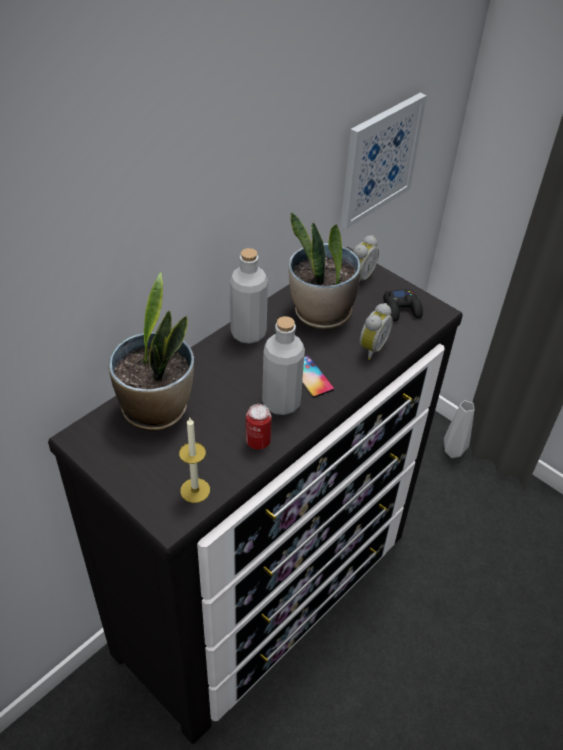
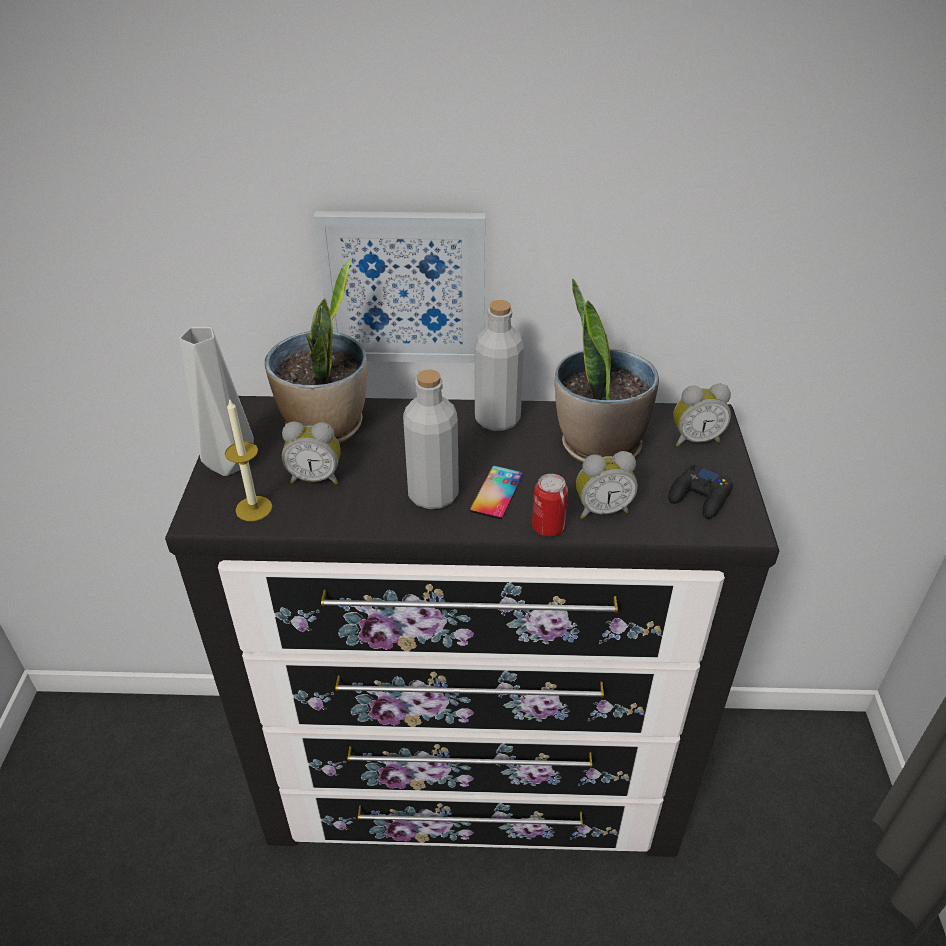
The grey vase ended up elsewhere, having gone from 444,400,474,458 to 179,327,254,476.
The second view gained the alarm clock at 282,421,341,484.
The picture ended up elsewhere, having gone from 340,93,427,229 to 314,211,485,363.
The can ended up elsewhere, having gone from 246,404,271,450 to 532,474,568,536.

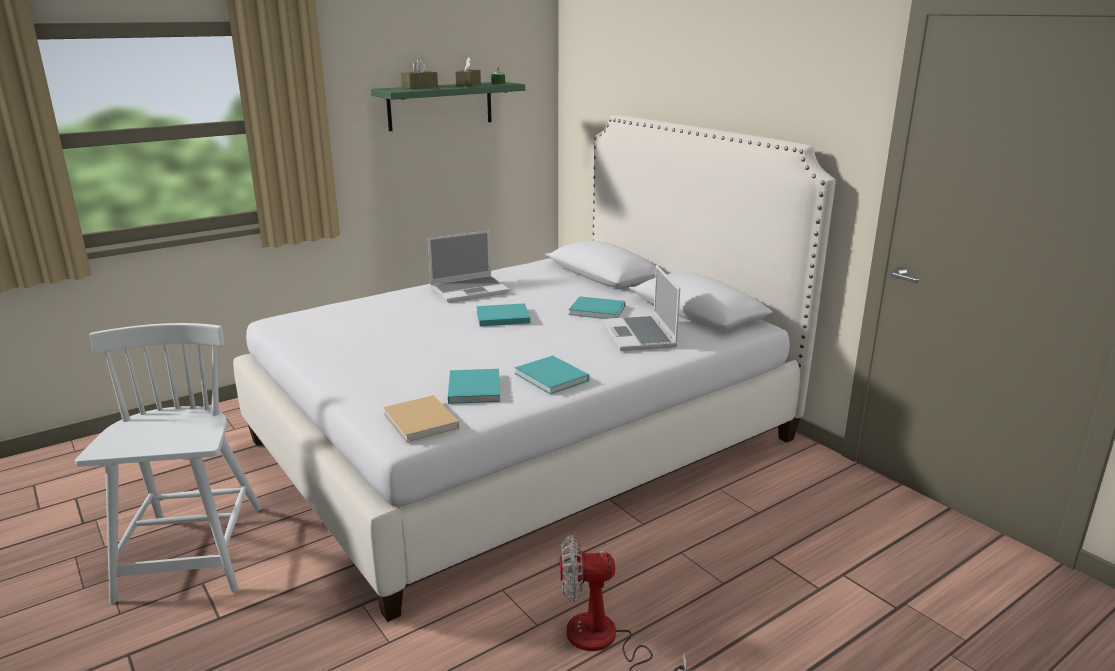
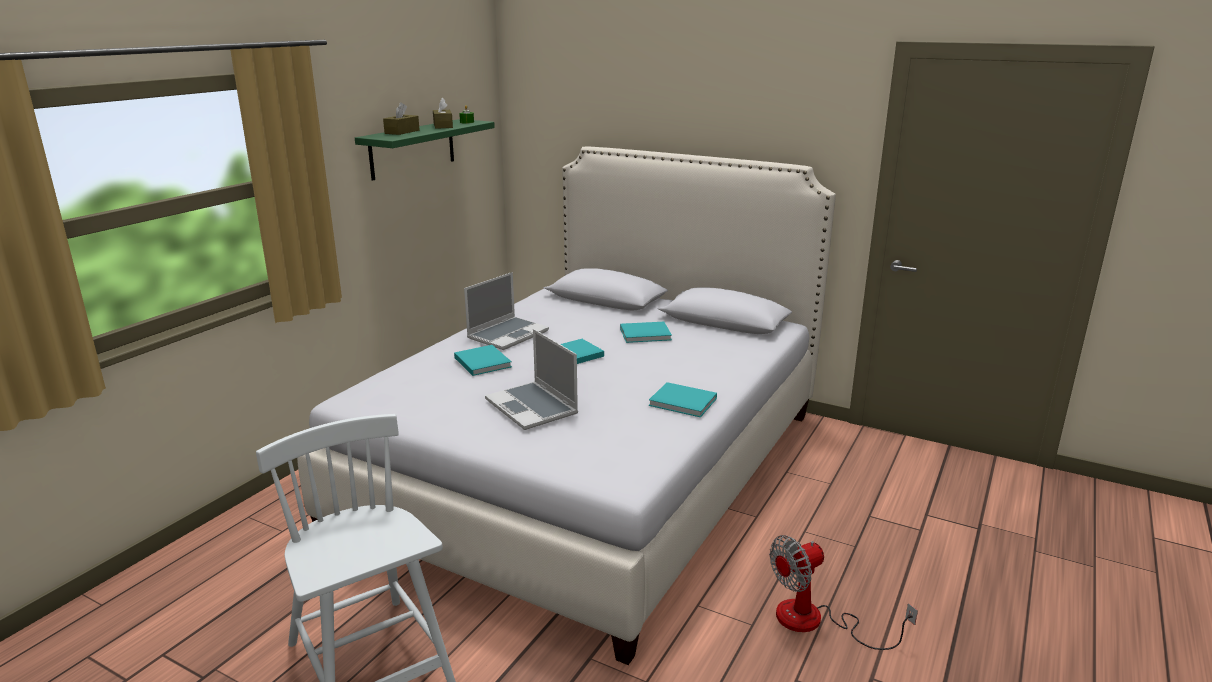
The turquoise book ended up elsewhere, having gone from 448,369,500,404 to 454,345,512,376.
The laptop ended up elsewhere, having gone from 602,265,680,351 to 485,329,578,430.
The second view lost the beige book at 383,395,459,443.

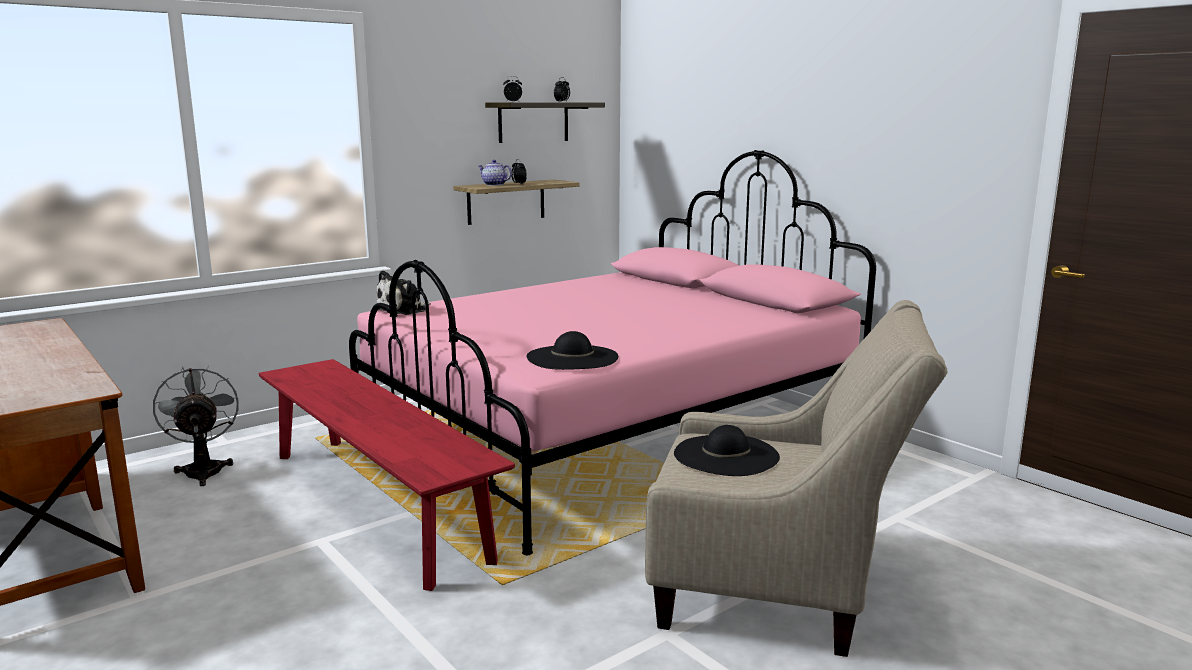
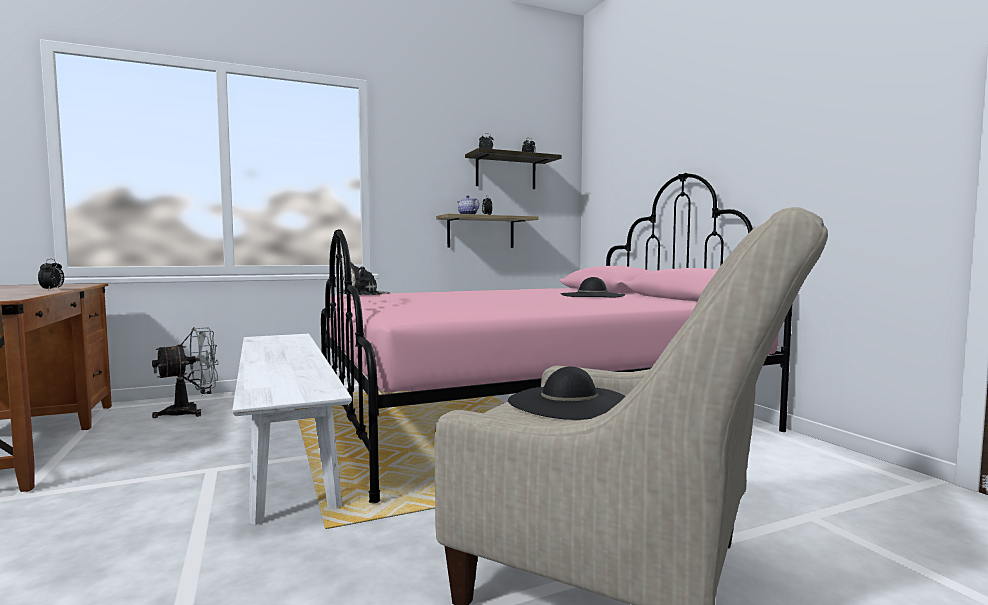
The second view gained the alarm clock at 38,259,64,290.
The grey fan at 153,366,239,486 ended up facing another way, 60 degrees clockwise from before.
What was the red bench at 259,359,515,591 turned into the white bench at 232,334,352,525.
The black hat ended up elsewhere, having gone from 527,331,618,370 to 561,277,625,297.

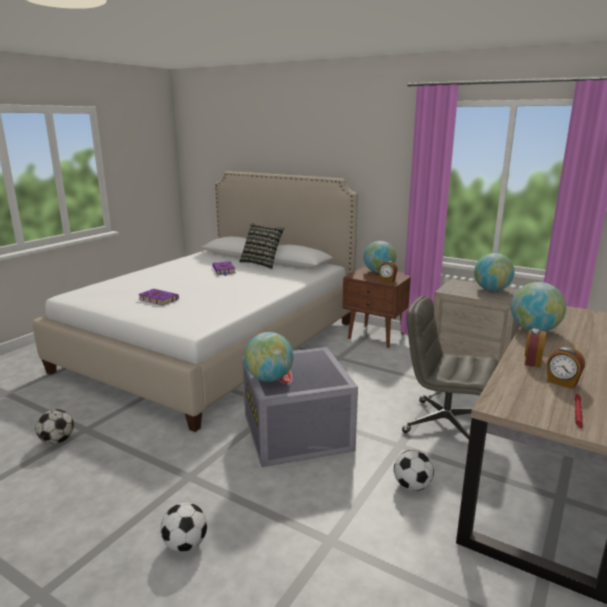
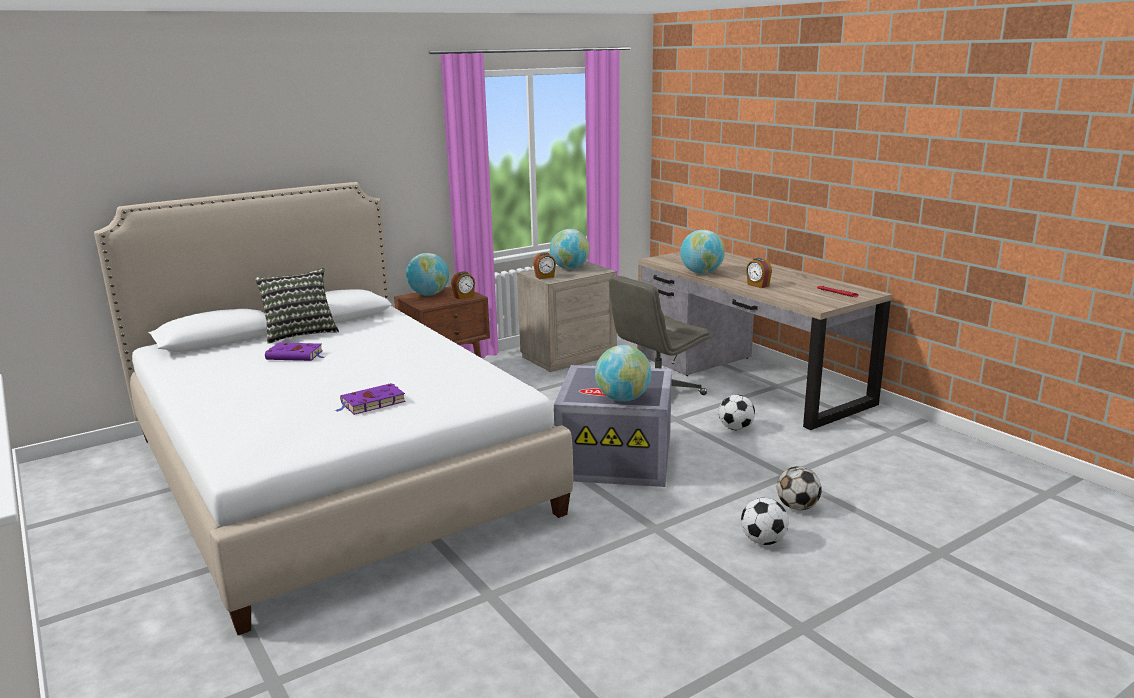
The alarm clock ended up elsewhere, having gone from 547,347,585,389 to 533,252,556,279.
The football ended up elsewhere, having gone from 36,409,74,444 to 777,466,822,510.

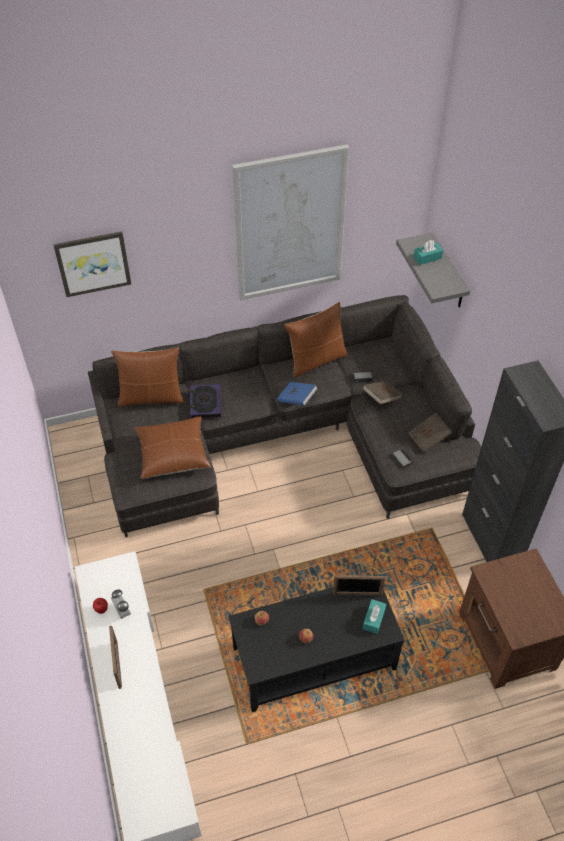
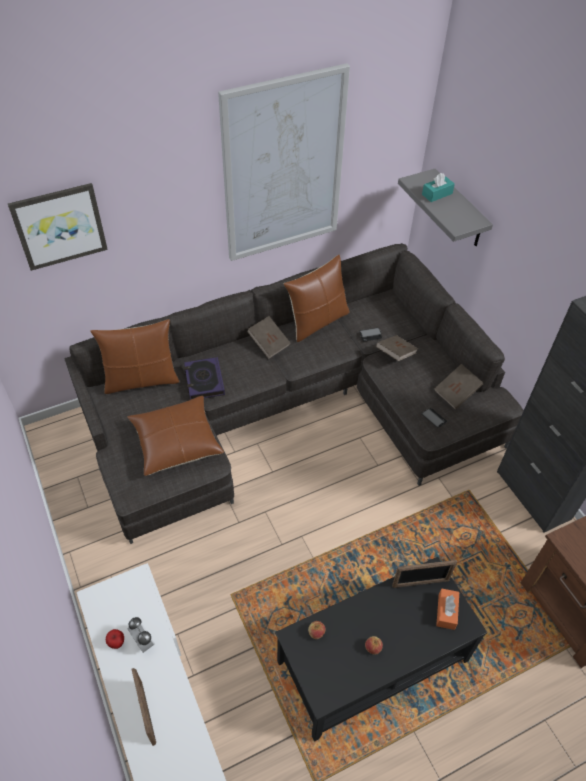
The second view gained the brown book at 247,316,291,359.
What was the turquoise tissue box at 363,599,386,634 turned into the orange tissue box at 436,588,459,630.
The second view lost the blue book at 277,382,318,406.

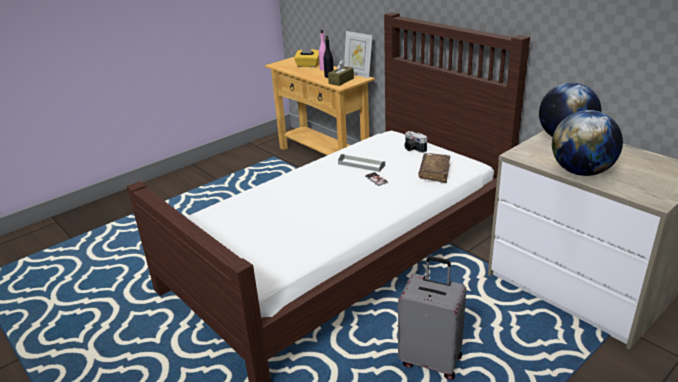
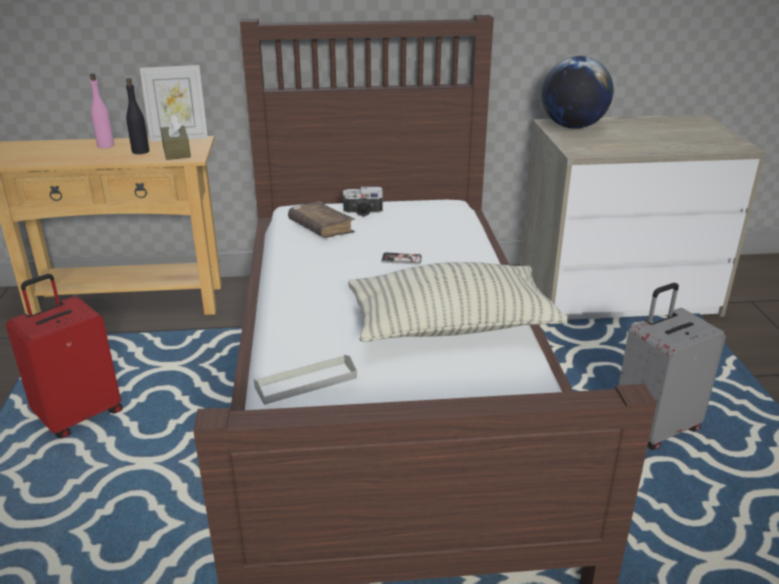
The second view gained the red suitcase at 6,274,123,438.
The grey tray ended up elsewhere, having gone from 338,154,385,172 to 254,355,357,405.
The brown book ended up elsewhere, having gone from 419,153,451,183 to 288,201,355,238.
The second view gained the pillow at 348,262,568,342.
The second view lost the yellow tissue box at 294,47,319,67.
The second view lost the globe at 552,110,623,176.

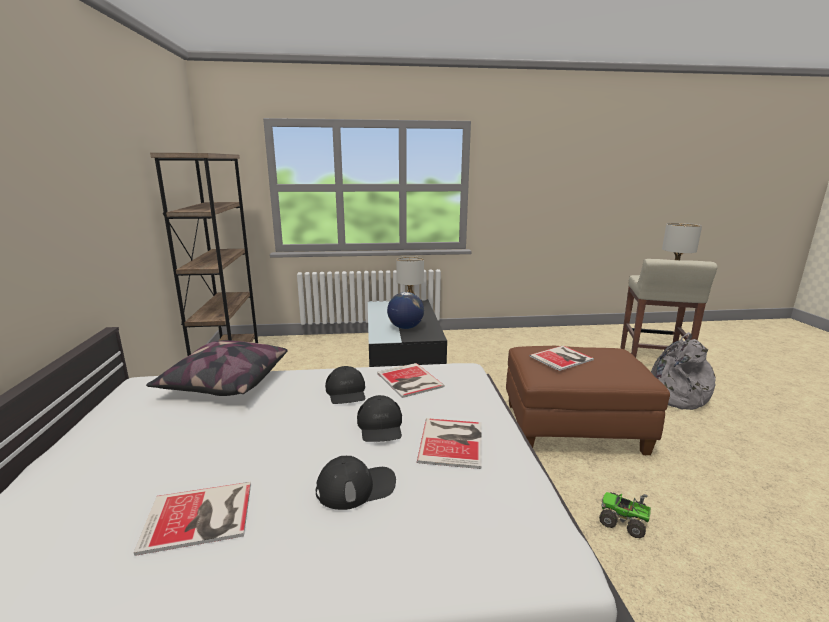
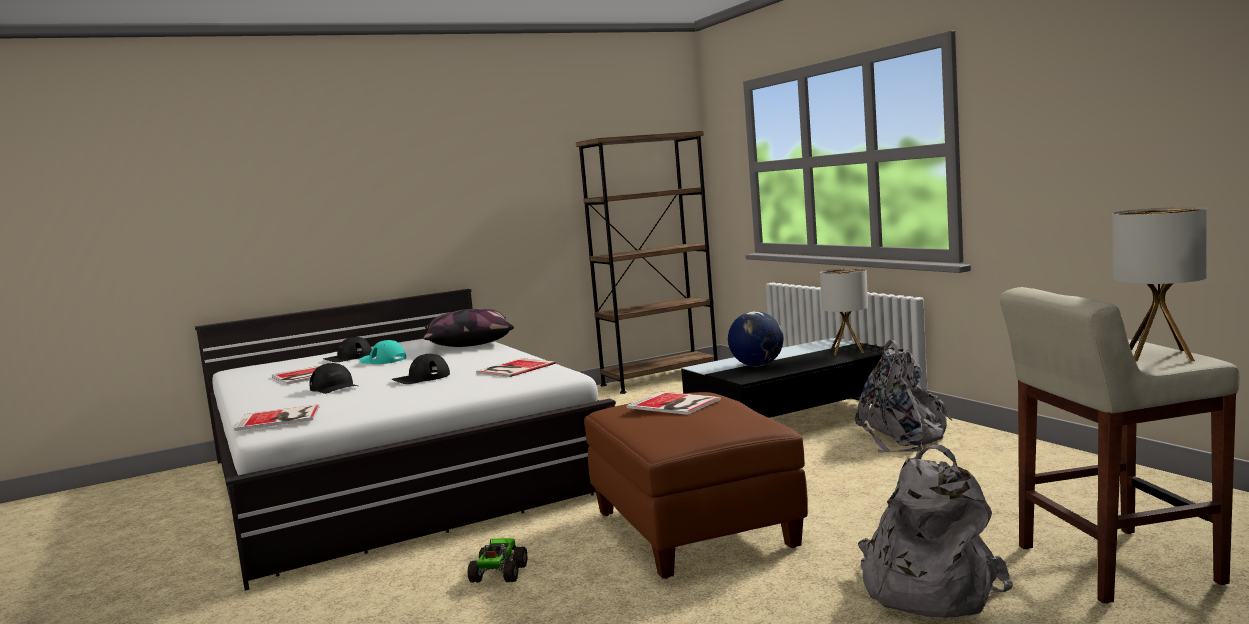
The book ended up elsewhere, having gone from 417,418,481,469 to 234,404,319,431.
The black cap ended up elsewhere, having gone from 325,366,365,404 to 323,337,372,362.
The second view gained the turquoise cap at 359,340,406,364.
The second view gained the grey backpack at 855,339,953,453.

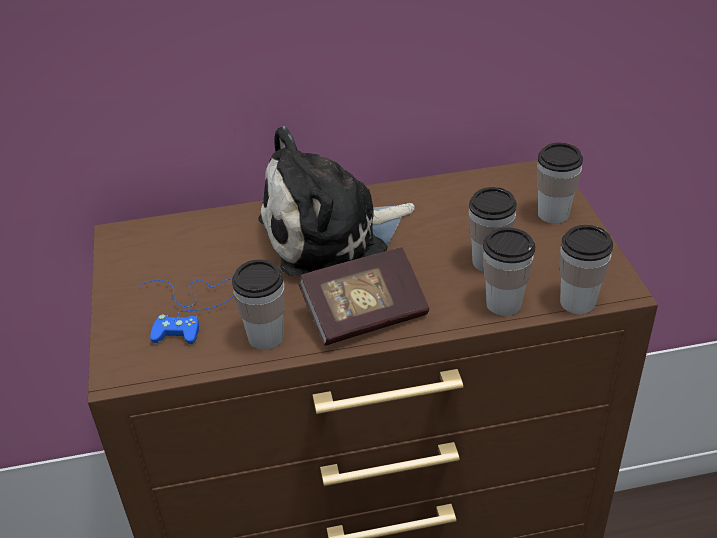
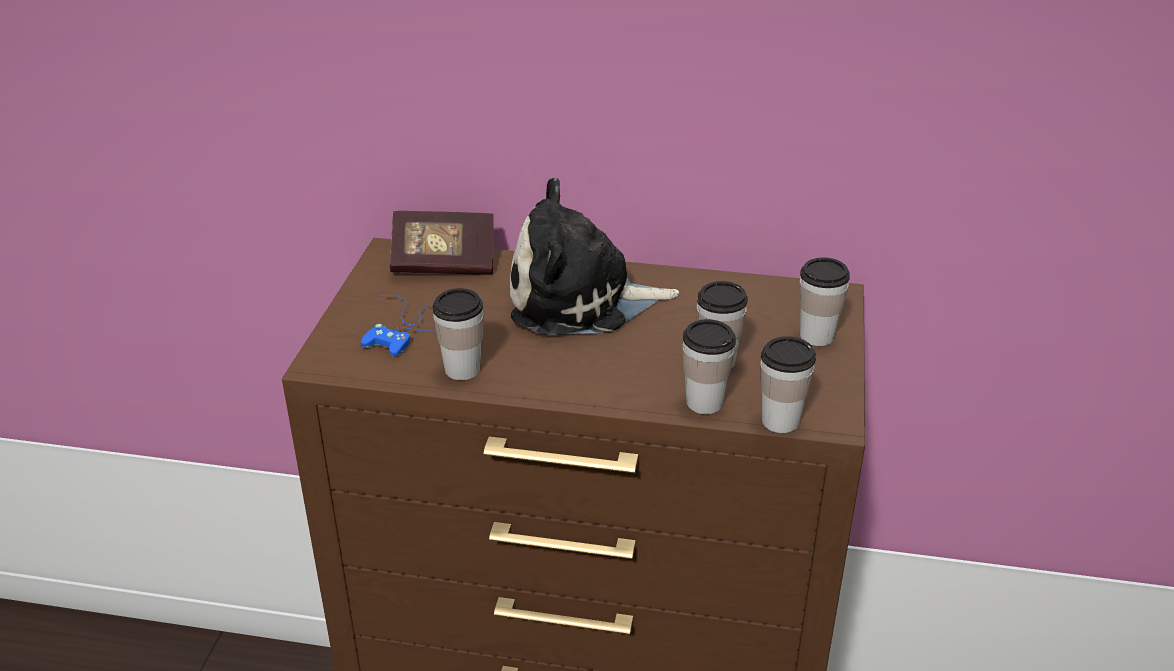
The book ended up elsewhere, having gone from 298,247,429,346 to 390,211,494,275.

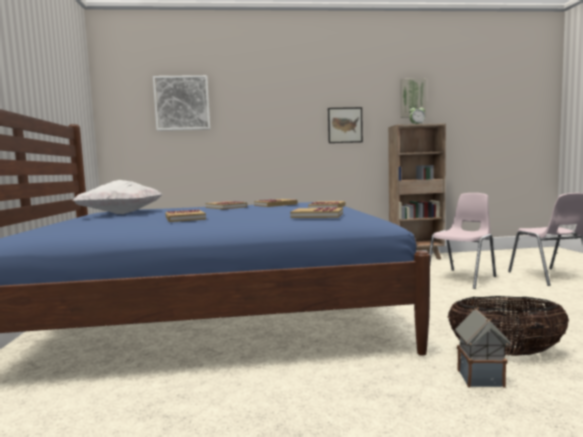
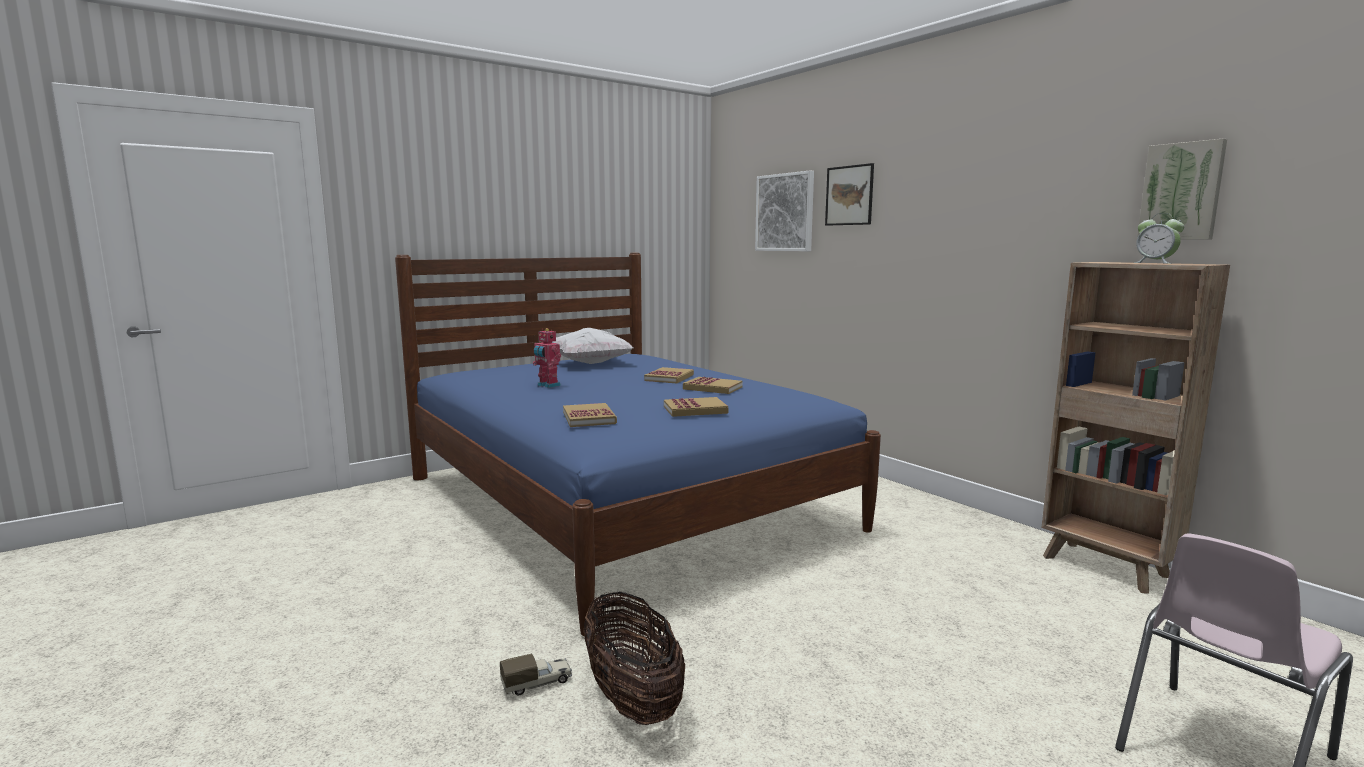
Where the toy house stood at 455,308,511,388, the toy truck came to stand at 500,654,572,695.
Where the book stood at 165,210,206,222, the toy robot came to stand at 533,328,561,388.
The picture ended up elsewhere, having gone from 328,107,363,143 to 825,163,874,226.
The second view lost the pink chair at 429,193,496,289.

